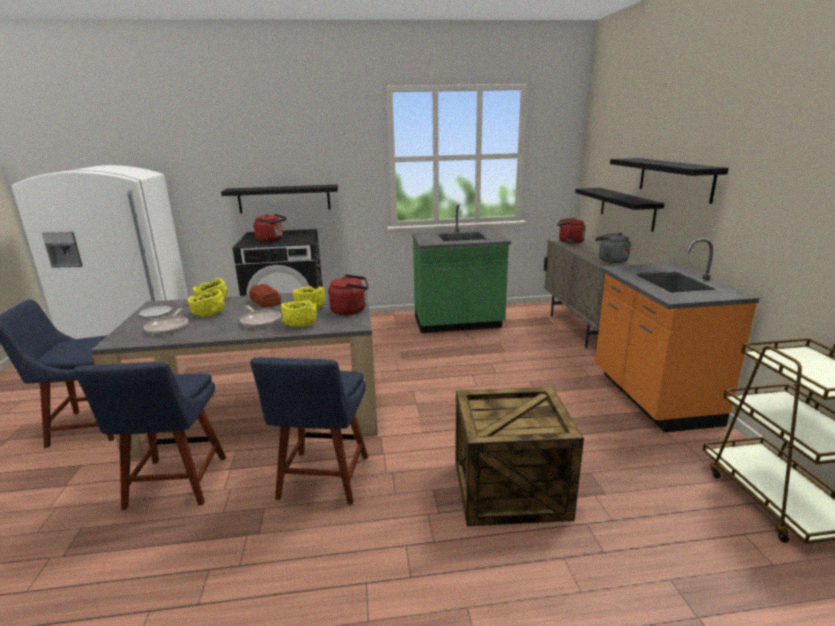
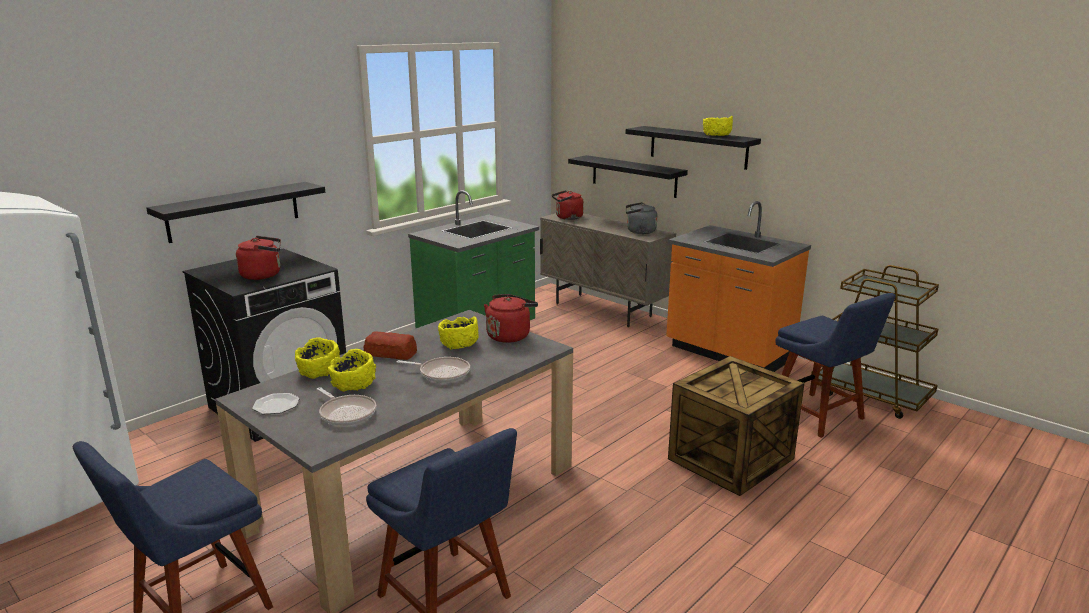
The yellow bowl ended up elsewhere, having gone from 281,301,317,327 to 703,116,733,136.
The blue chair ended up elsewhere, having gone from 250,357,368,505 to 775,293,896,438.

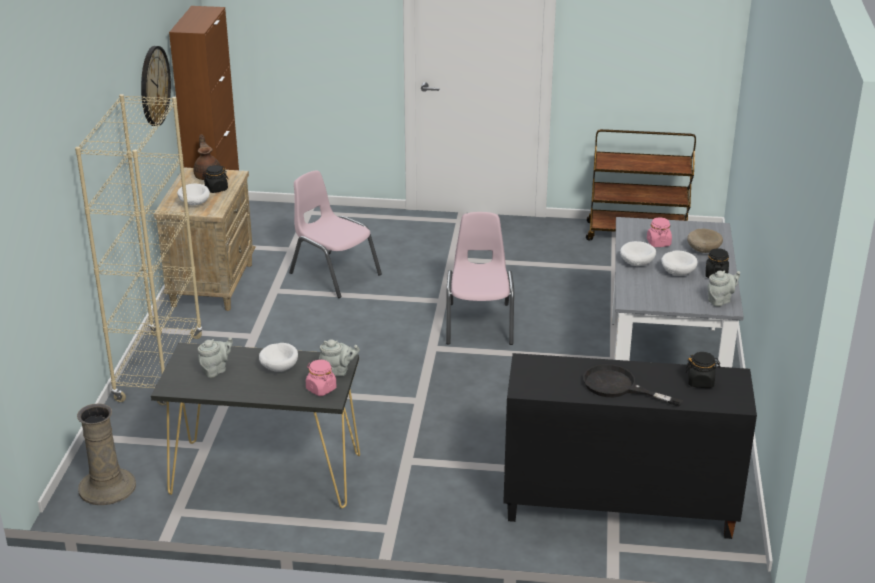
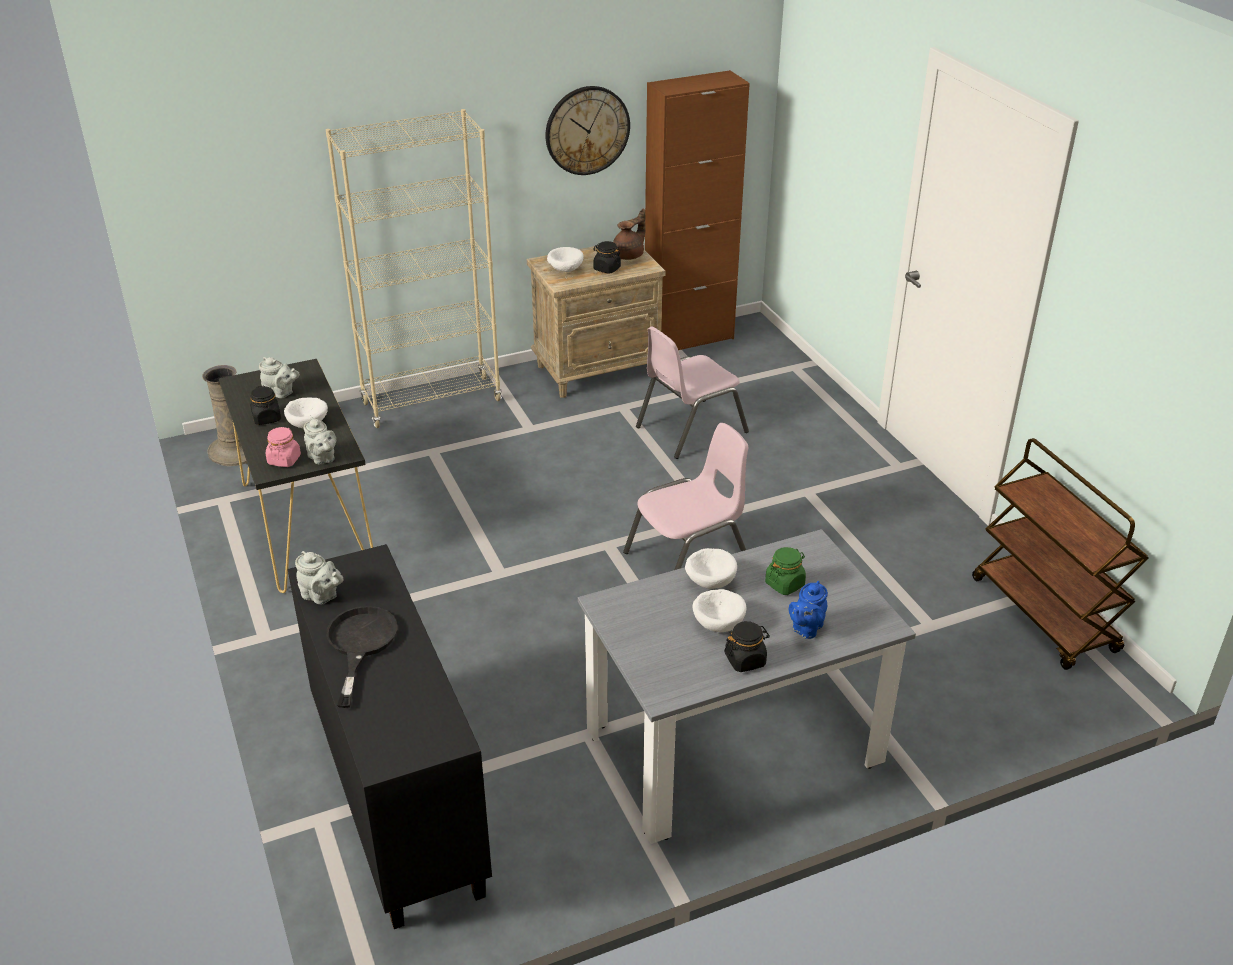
The black jar ended up elsewhere, having gone from 685,352,720,388 to 250,385,281,425.
The grey teapot ended up elsewhere, having gone from 707,270,740,306 to 295,551,343,604.
The pink chair at 289,171,382,298 ended up facing another way, 135 degrees counterclockwise from before.
What was the pink jar at 647,217,672,247 turned into the green jar at 765,547,806,595.
Where the beige bowl stood at 687,229,723,253, the blue teapot came to stand at 789,581,828,639.

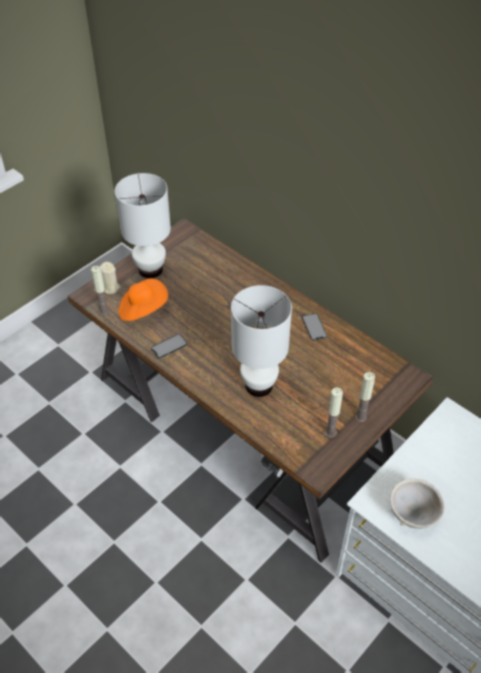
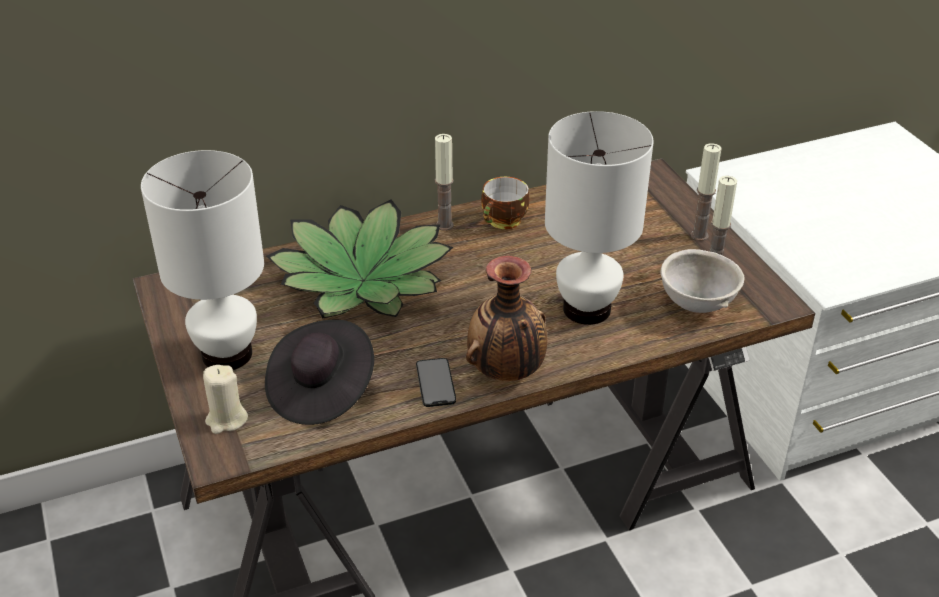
What was the orange hat at 119,278,168,321 turned into the black hat at 265,320,374,425.
The second view gained the potted plant at 266,199,453,319.
The candle ended up elsewhere, having gone from 91,266,109,316 to 435,134,454,231.
The second view gained the vase at 466,256,548,381.
Where the phone stood at 302,313,327,341, the cup came to stand at 481,177,530,229.
The grey bowl ended up elsewhere, having gone from 390,479,444,529 to 661,249,745,313.

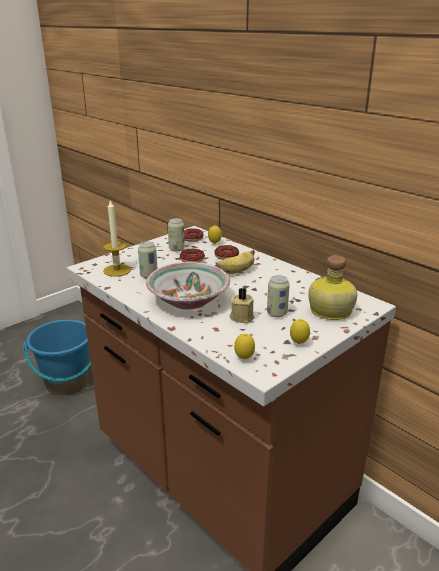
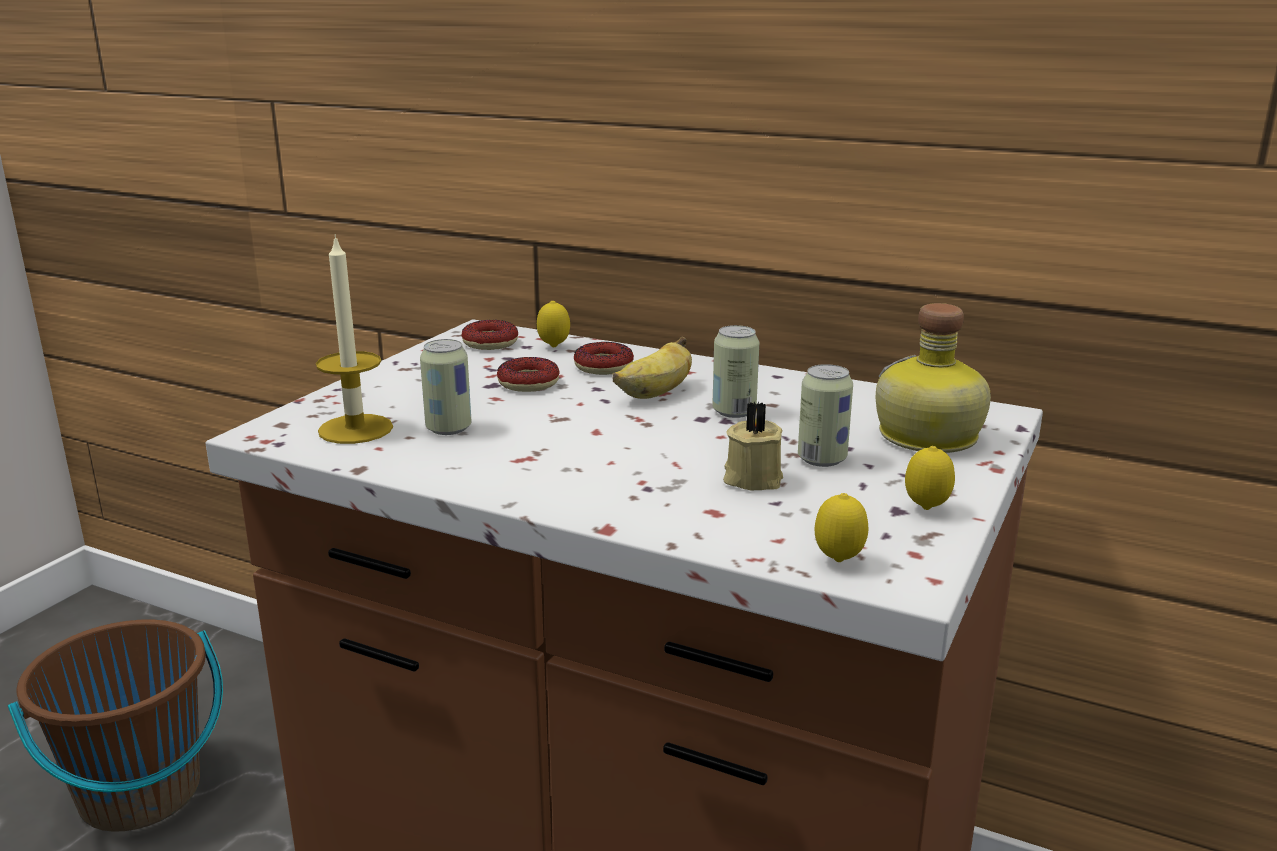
What was the blue bucket at 23,319,91,395 turned into the brown bucket at 8,620,223,832.
The can ended up elsewhere, having gone from 168,218,185,252 to 712,325,759,418.
The second view lost the bowl at 146,262,230,309.

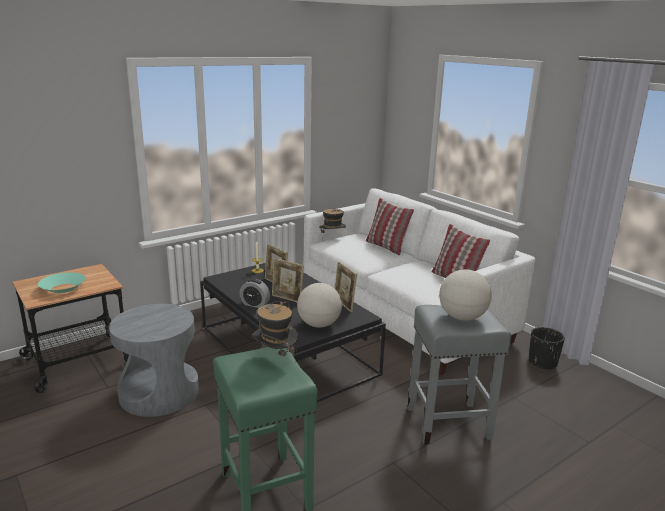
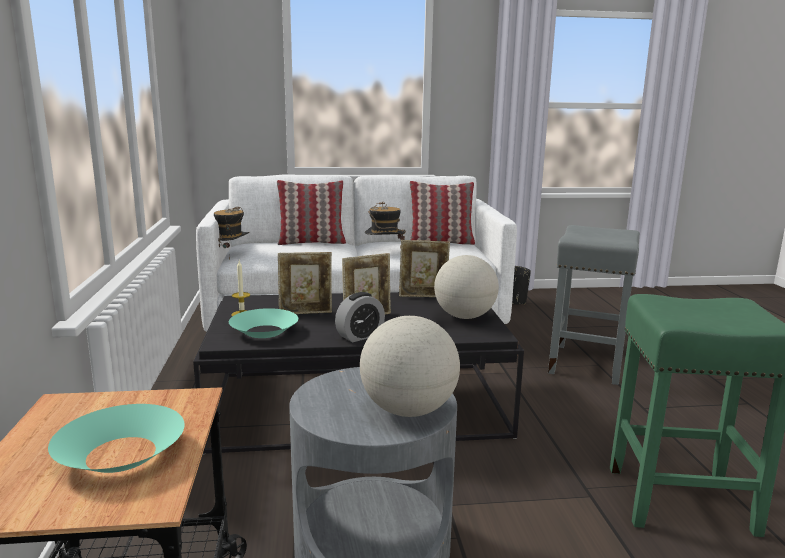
The second view gained the turquoise bowl at 229,308,298,338.
The globe ended up elsewhere, having gone from 439,269,492,321 to 360,316,460,417.
The hat ended up elsewhere, having gone from 252,301,298,364 to 365,201,406,249.

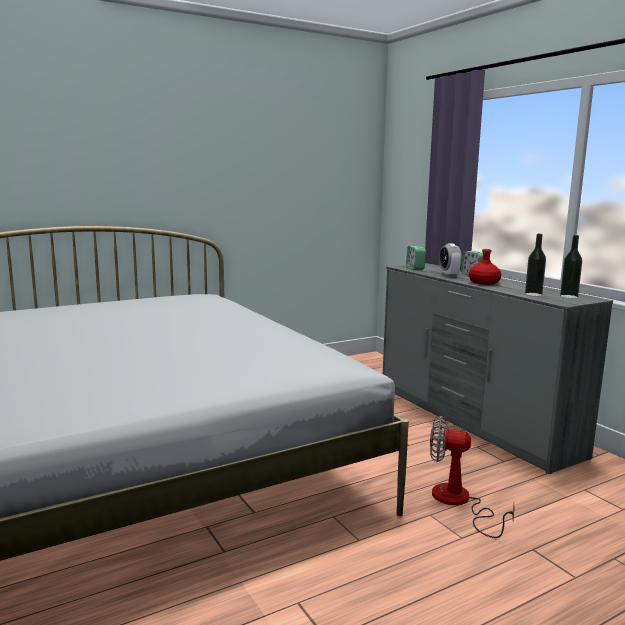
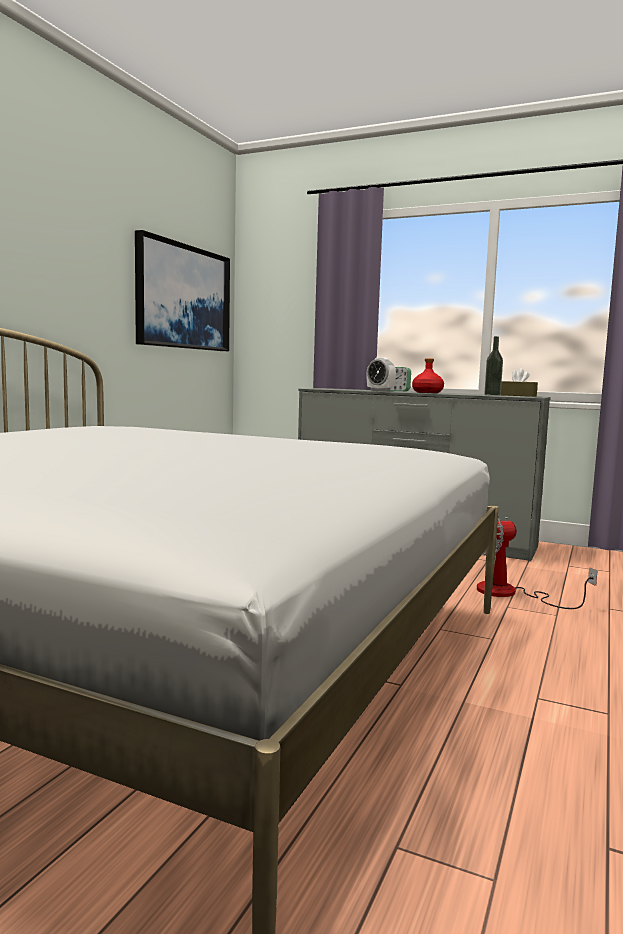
The second view gained the picture at 135,230,230,351.
Where the bottle stood at 560,235,582,298, the brown tissue box came to stand at 501,368,538,397.
The second view lost the alarm clock at 406,246,426,270.

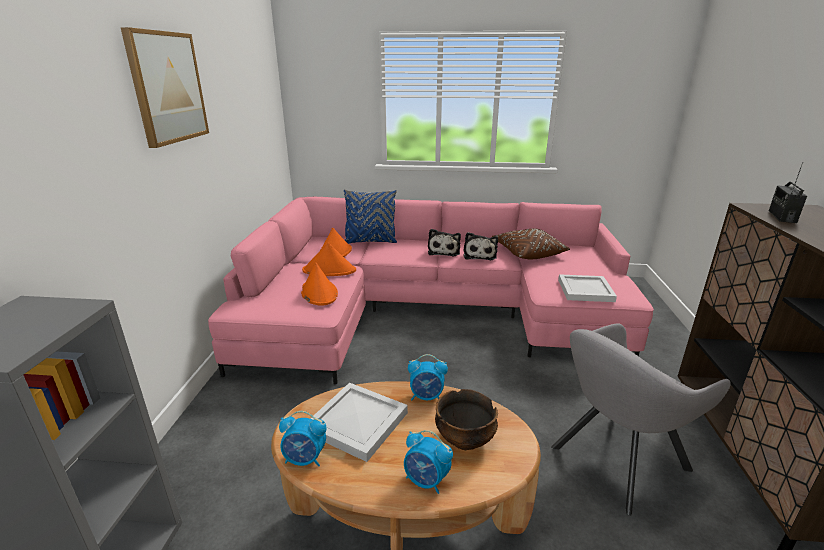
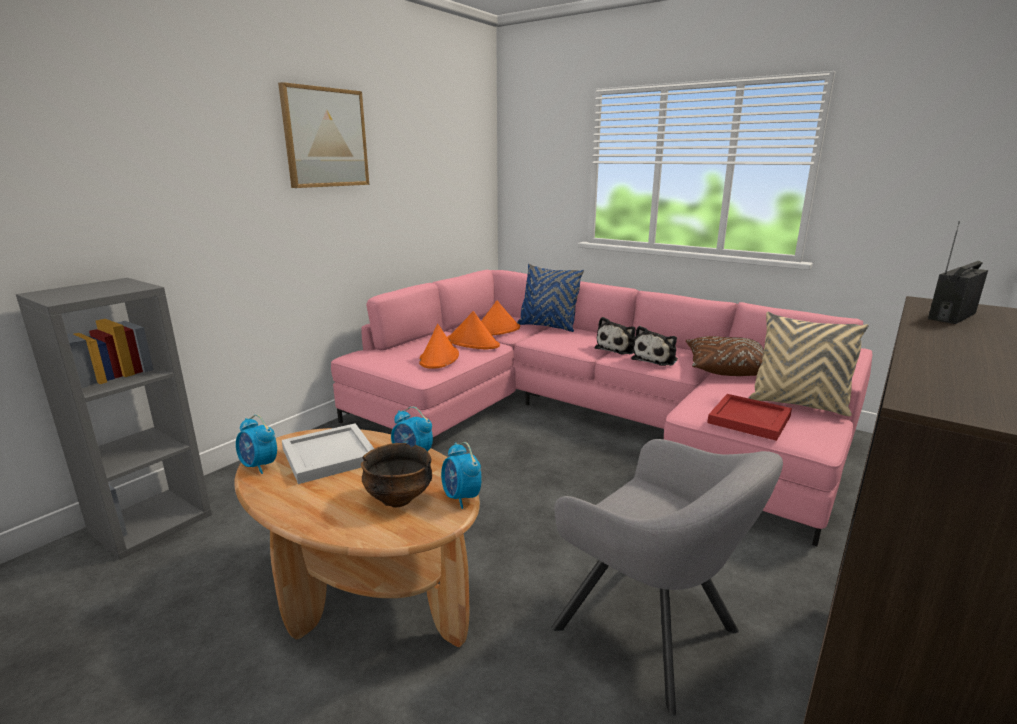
The alarm clock ended up elsewhere, having gone from 404,430,453,494 to 441,442,482,509.
The grey armchair at 551,323,731,516 ended up facing another way, 135 degrees counterclockwise from before.
What was the white tray at 558,274,617,302 turned into the red tray at 707,394,792,441.
The second view gained the beige pillow at 749,312,869,416.

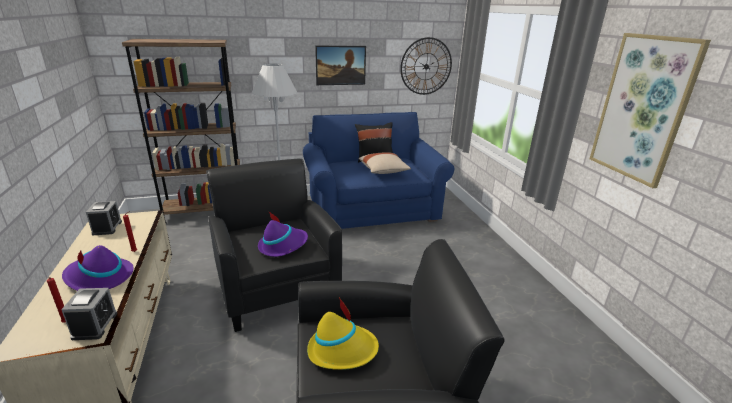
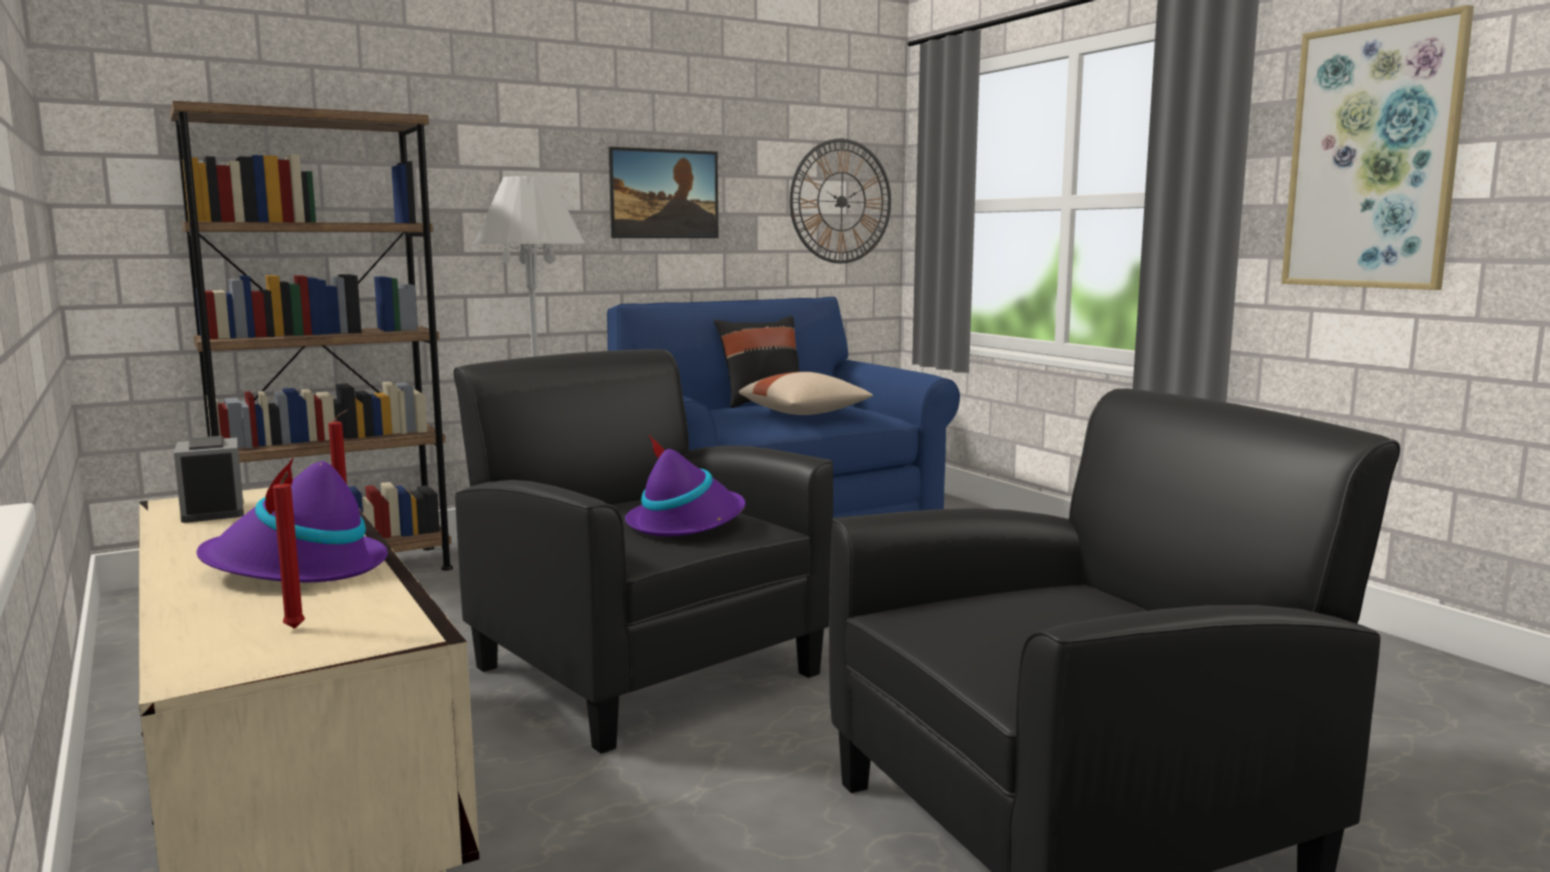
The second view lost the alarm clock at 61,288,117,340.
The second view lost the yellow hat at 307,297,379,370.

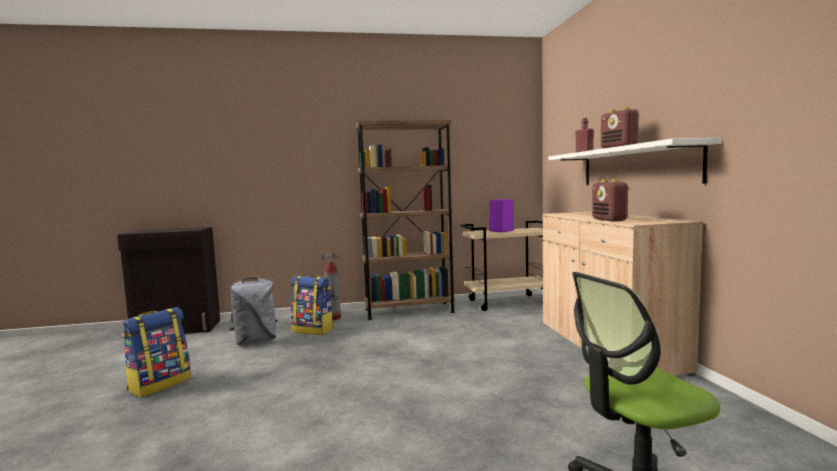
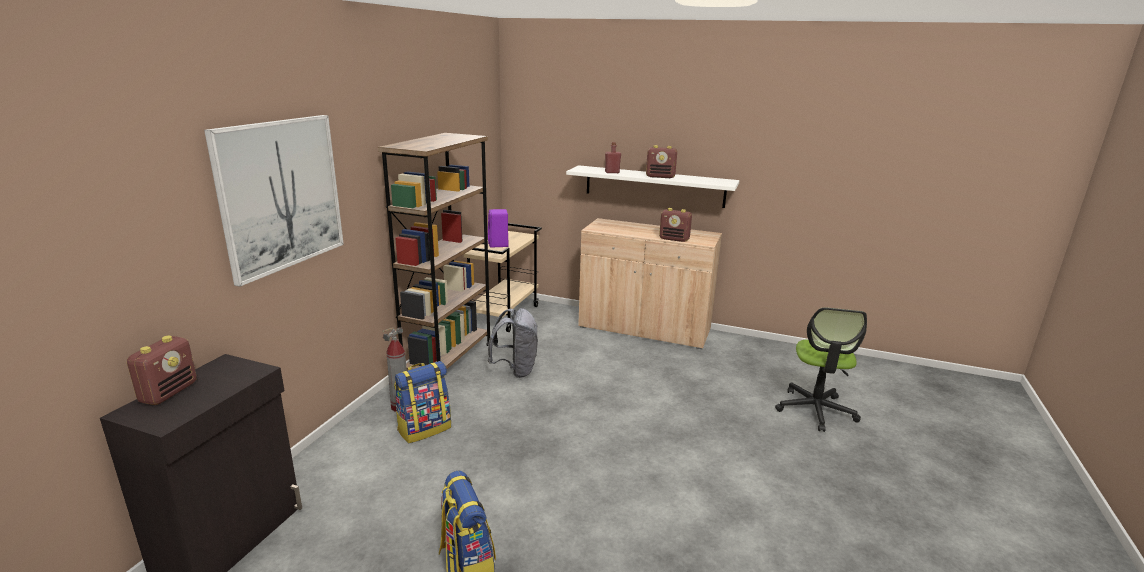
The second view gained the radio at 127,336,197,405.
The second view gained the picture at 204,115,344,287.
The grey backpack ended up elsewhere, having gone from 230,277,277,345 to 488,308,538,378.

